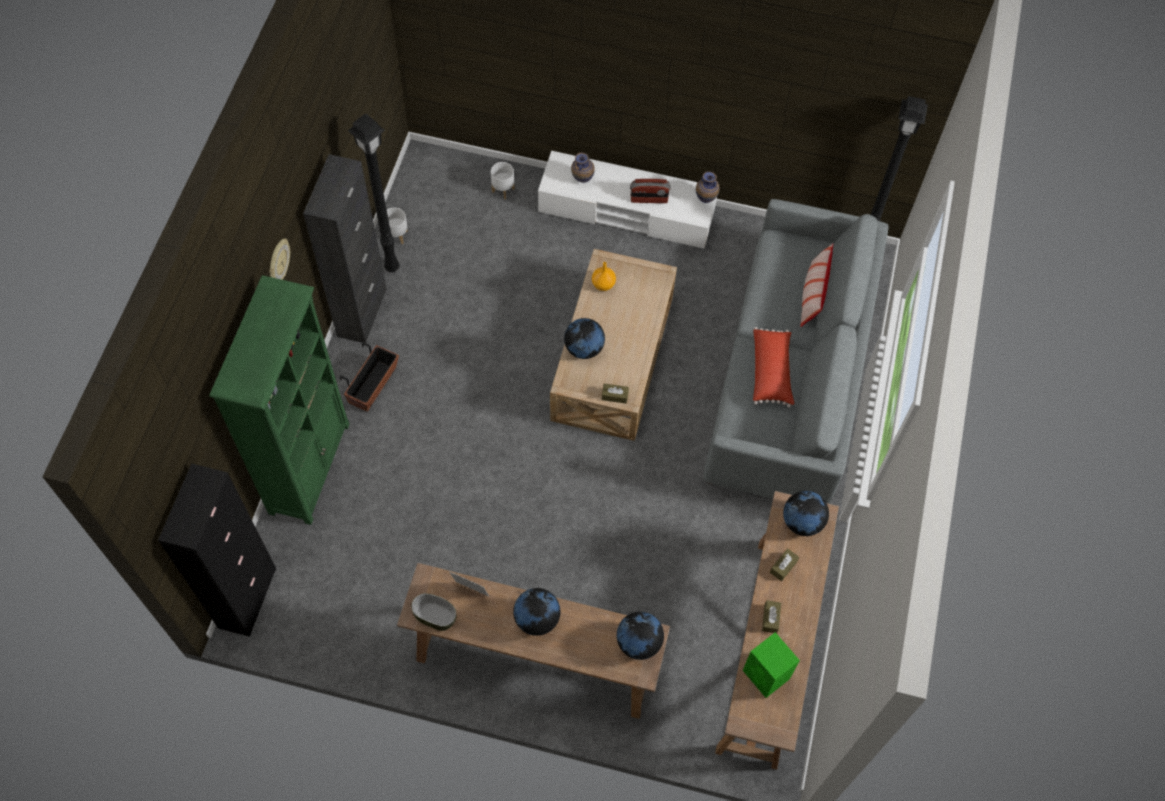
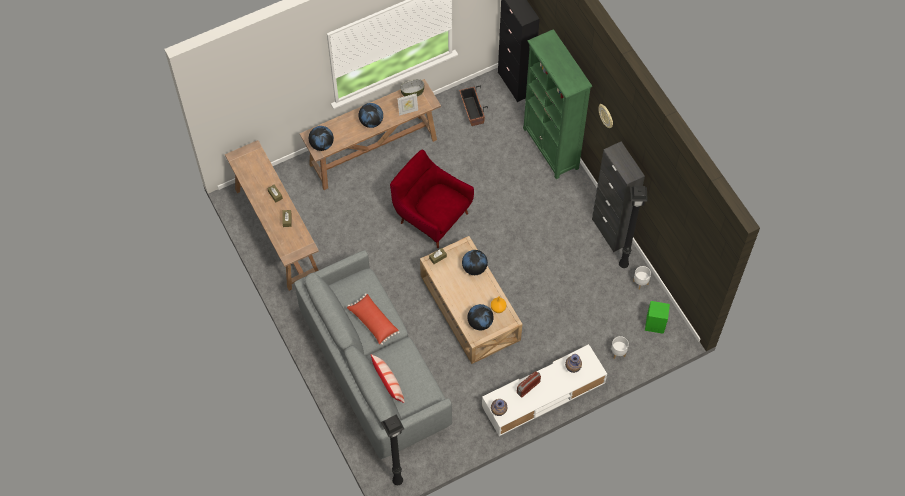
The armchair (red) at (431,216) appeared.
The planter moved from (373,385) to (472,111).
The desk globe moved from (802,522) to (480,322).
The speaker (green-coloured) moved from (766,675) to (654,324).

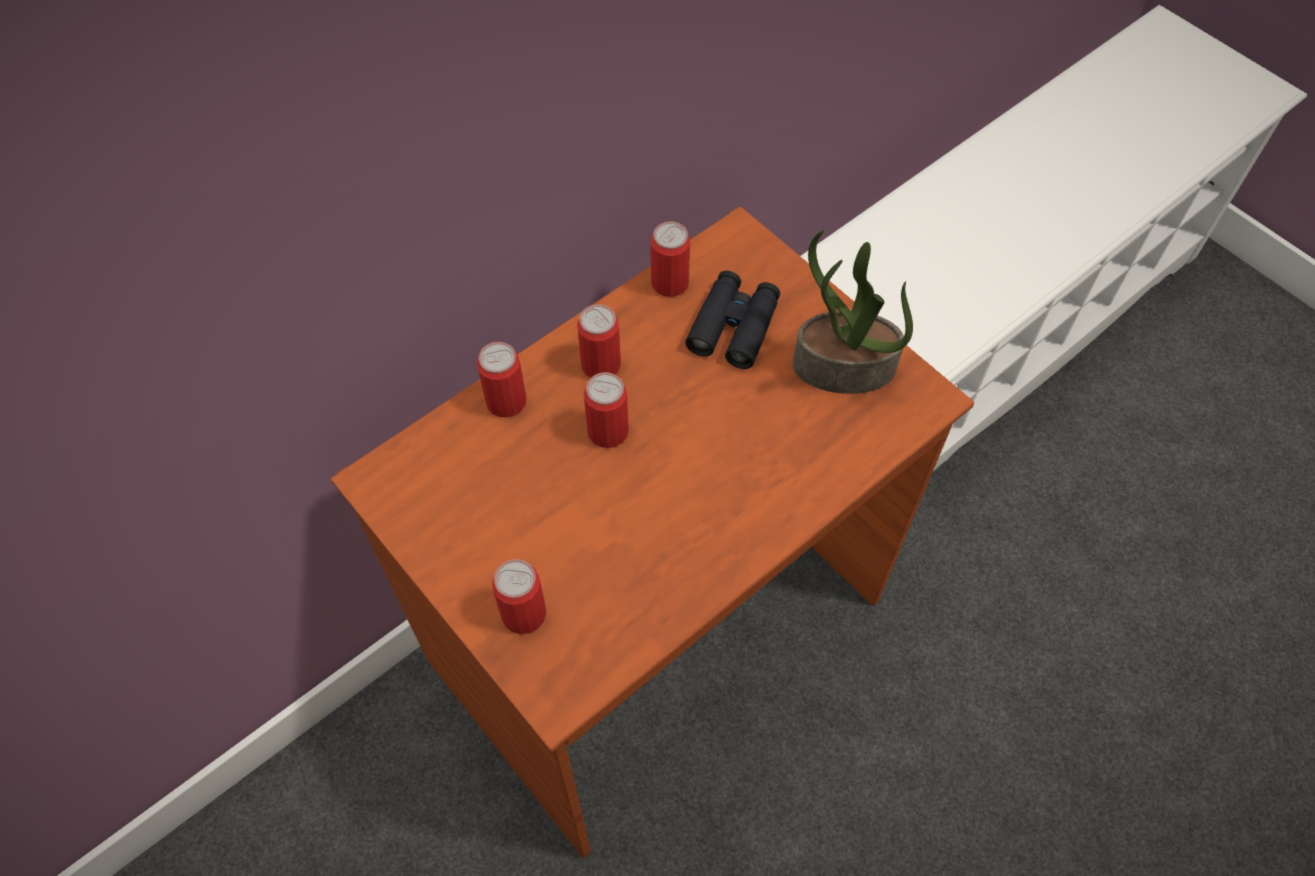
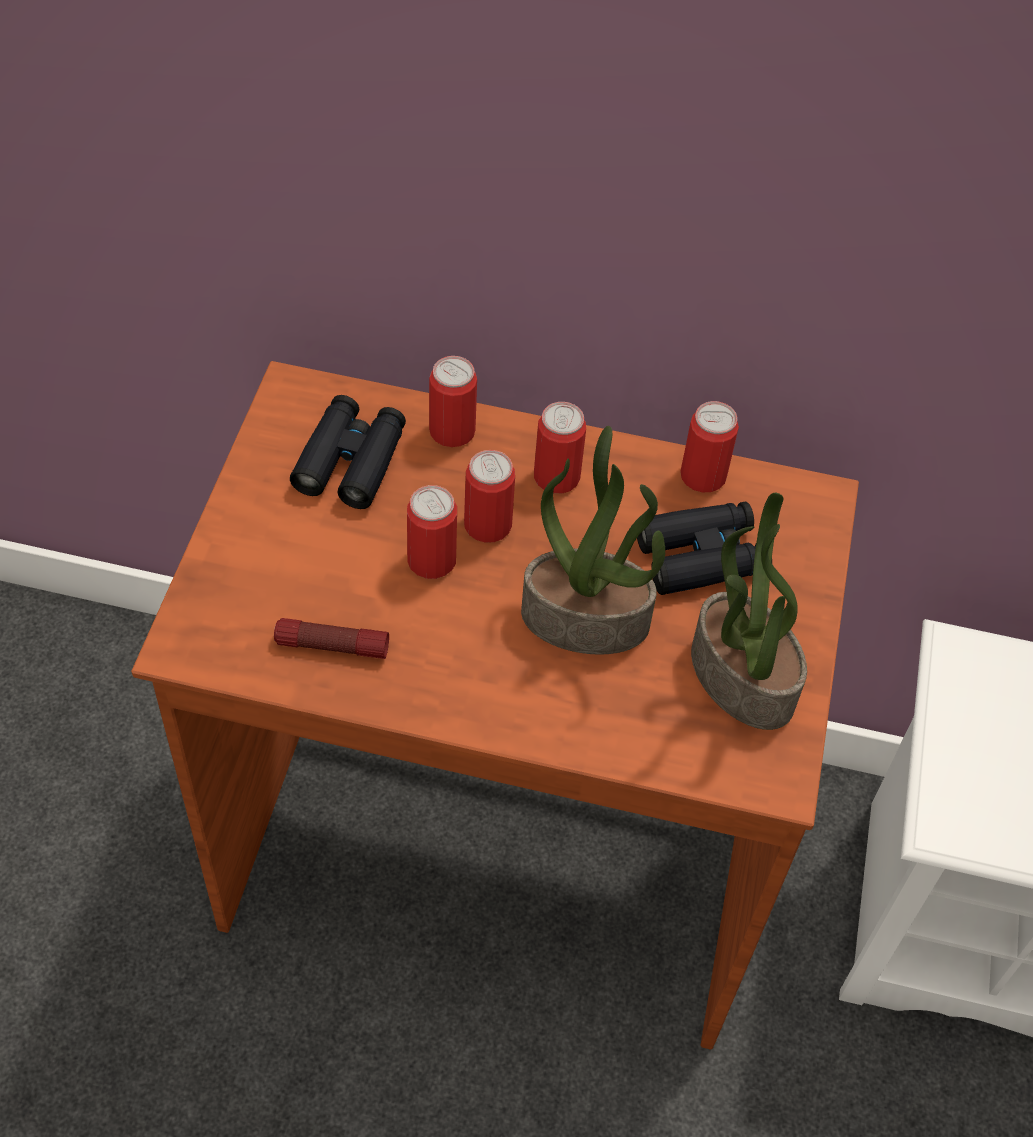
The torch at (332,646) appeared.
The pair of binoculars (blackish) at (351,461) appeared.
The metal can moved from (523,613) to (431,560).
The houseplant at (587,618) appeared.

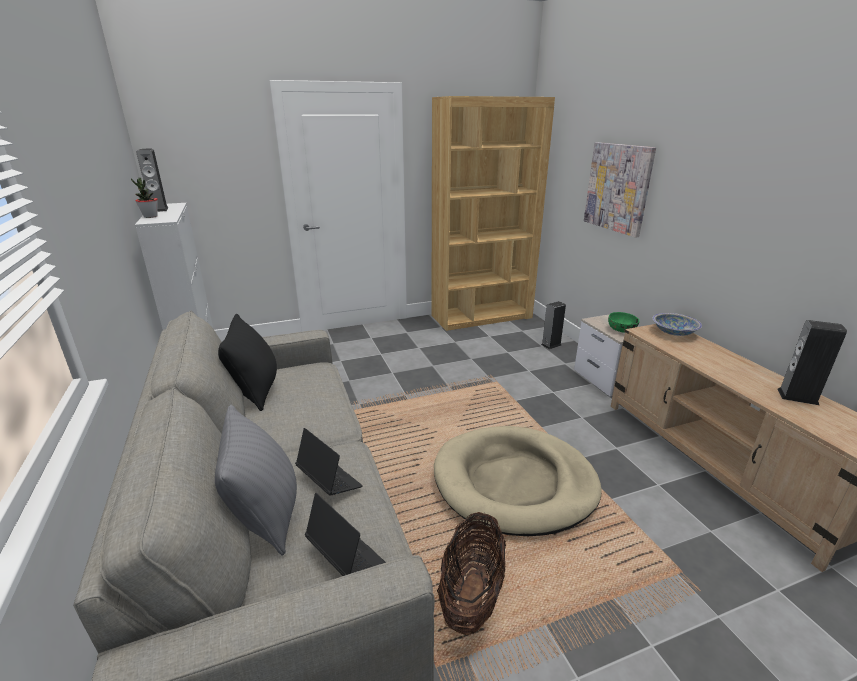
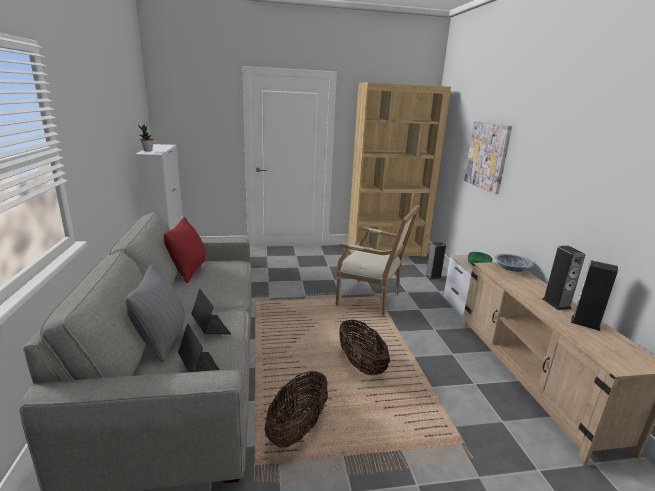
The pillow (blackish) at (255,391) became the pillow (red) at (188,271).
The armchair at (372,299) appeared.
The dog cushion (sand-coloured) at (514,483) was replaced by the storage basket at (361,364).
The speaker moved from (159,209) to (556,303).

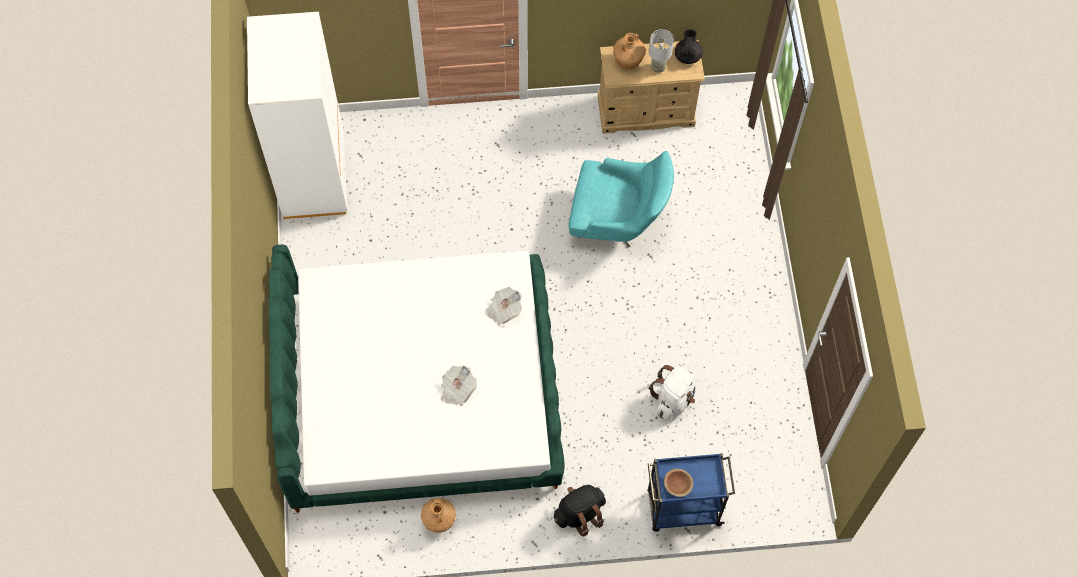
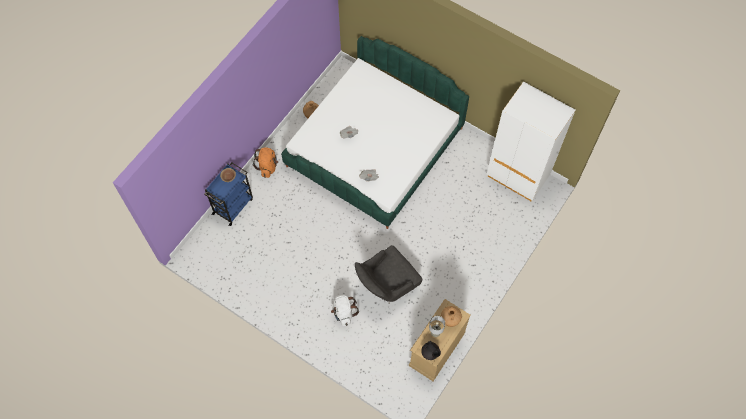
The rucksack (blackish) at (580,514) became the rucksack (orangey) at (267,167).
The rucksack (whitish) moved from (673,399) to (343,313).
The armchair (turquoise-coloured) at (617,221) became the armchair (greyish) at (386,286).

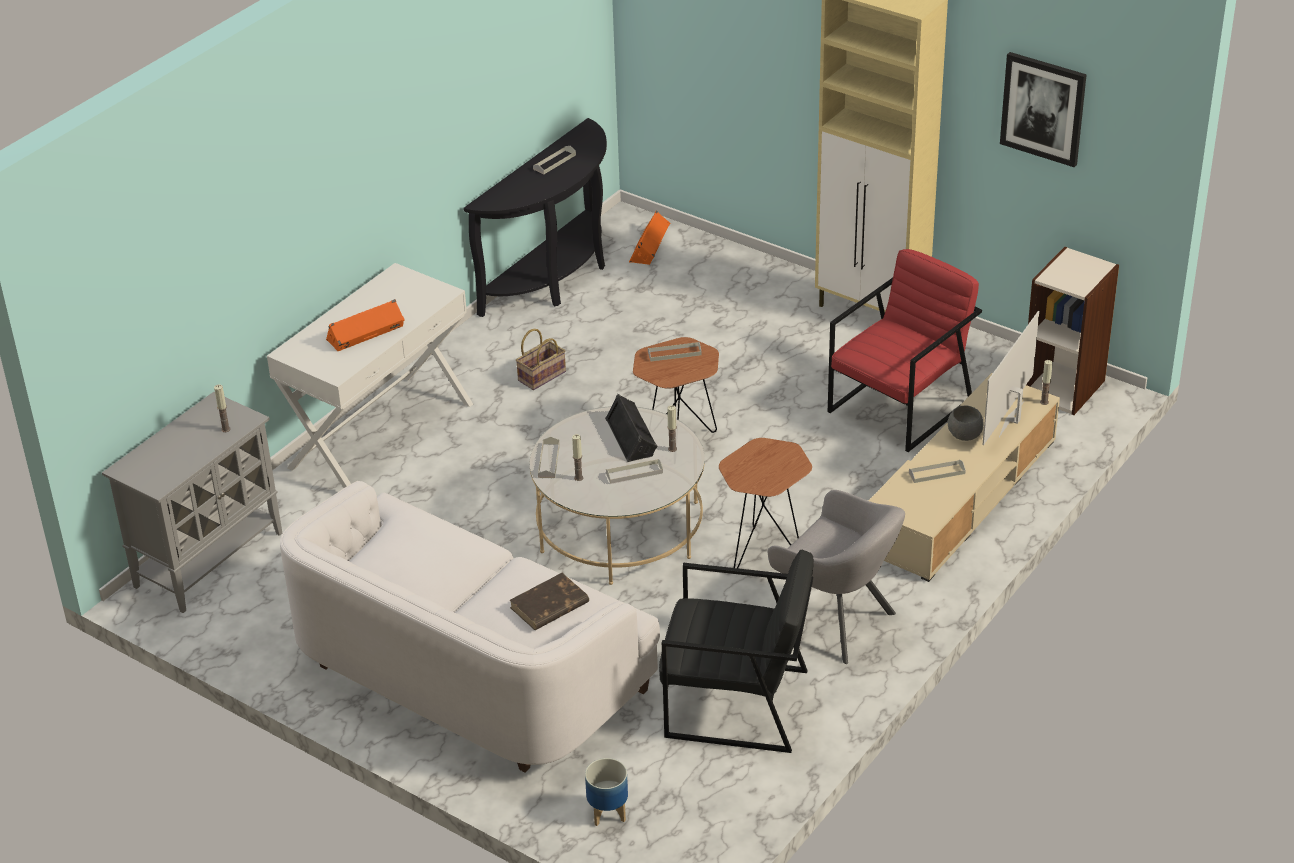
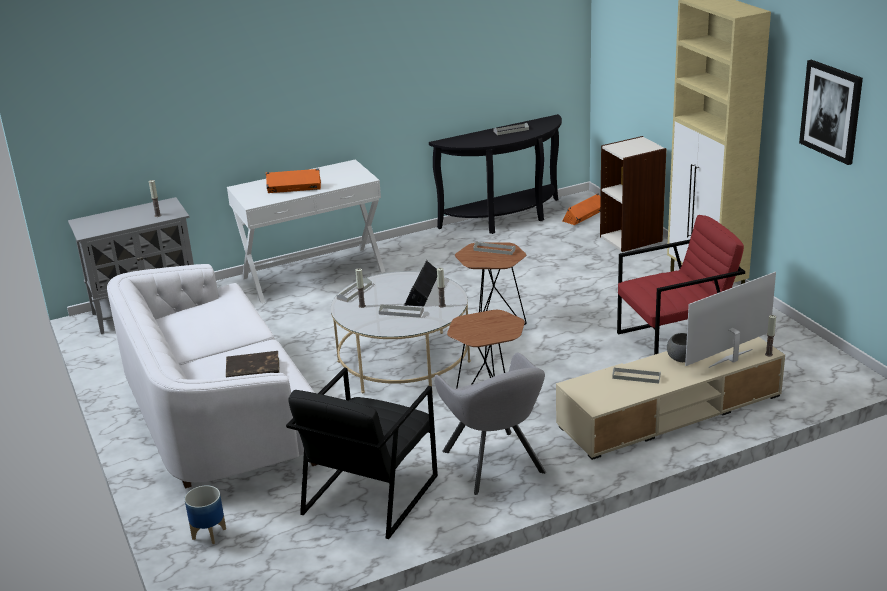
The armchair (blackish) at (736,704) turned 75 degrees clockwise.
The shelving unit moved from (1063,387) to (631,239).
The storage basket at (542,375) disappeared.

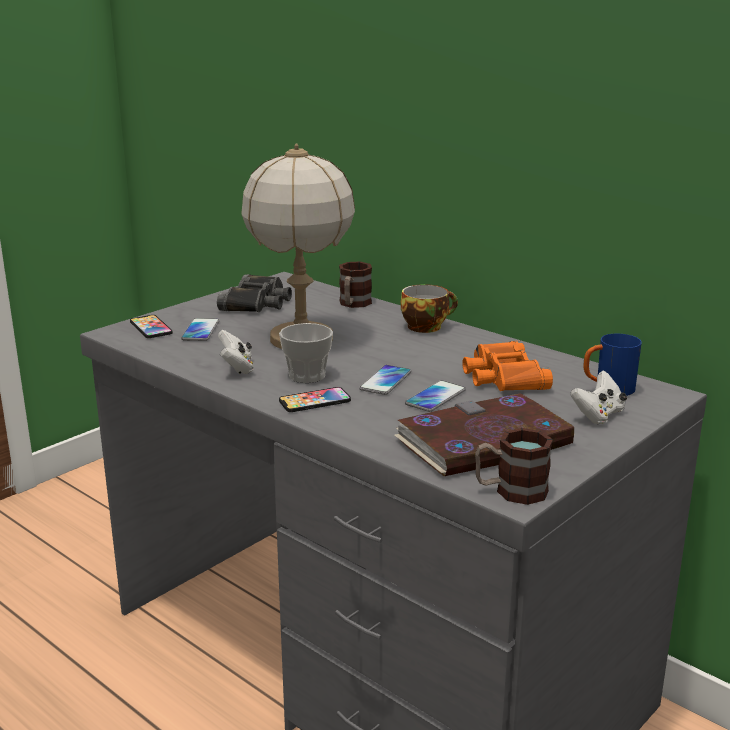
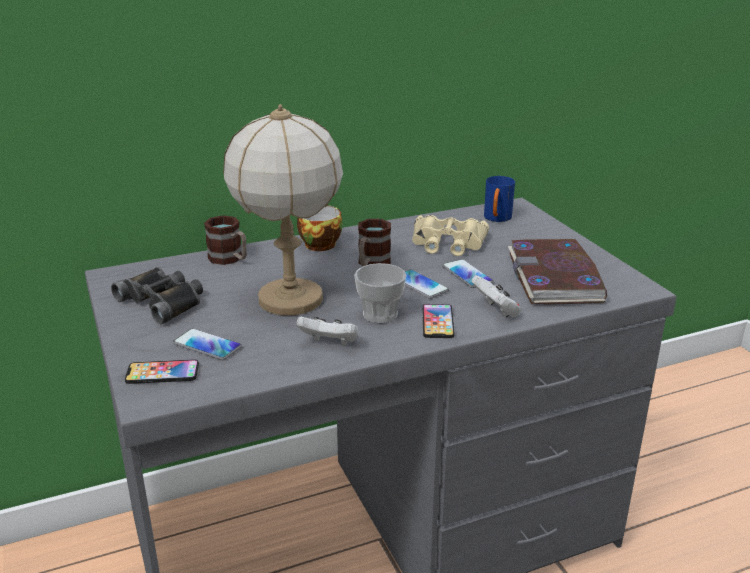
The mug moved from (511,491) to (371,263).
The pair of binoculars (orangey) at (503,377) became the pair of binoculars (sand-coloured) at (448,243).
The joypad (whitish) moved from (598,415) to (496,311).

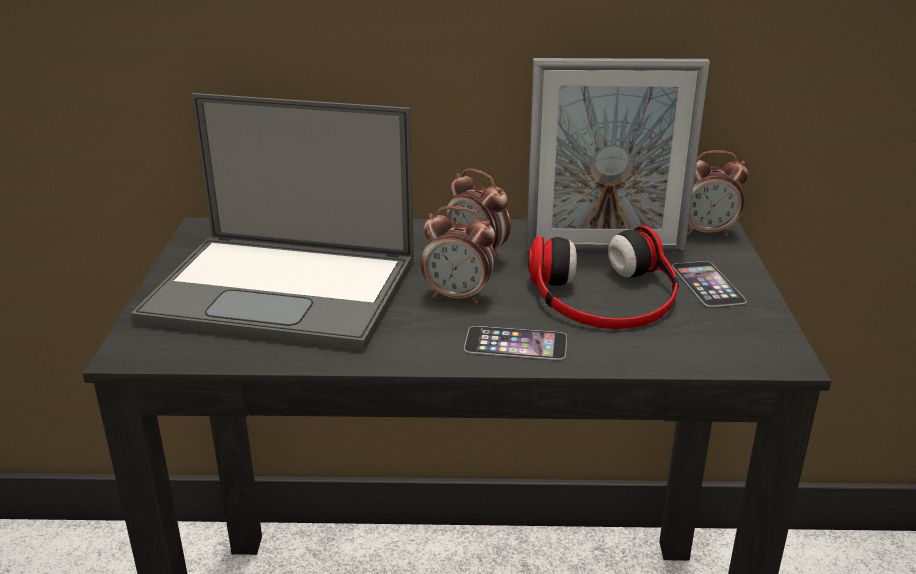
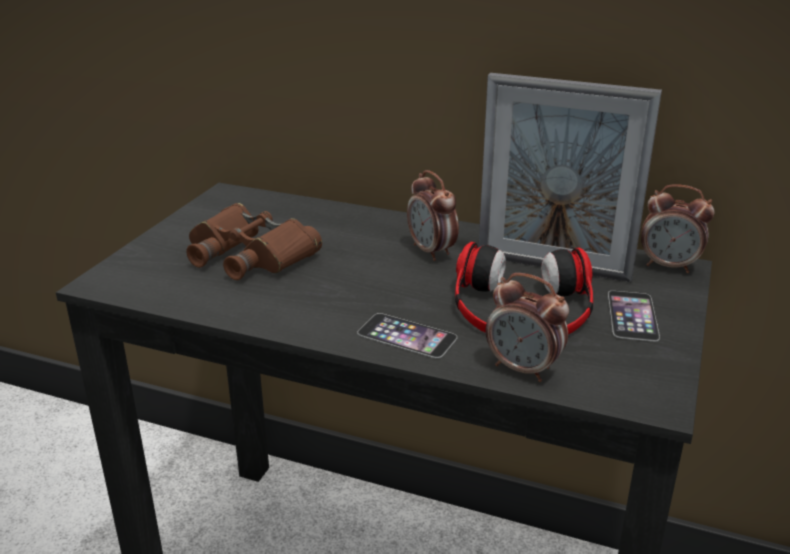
The portable computer at (286,290) was replaced by the pair of binoculars (brown-coloured) at (249,255).
The alarm clock moved from (458,296) to (523,369).

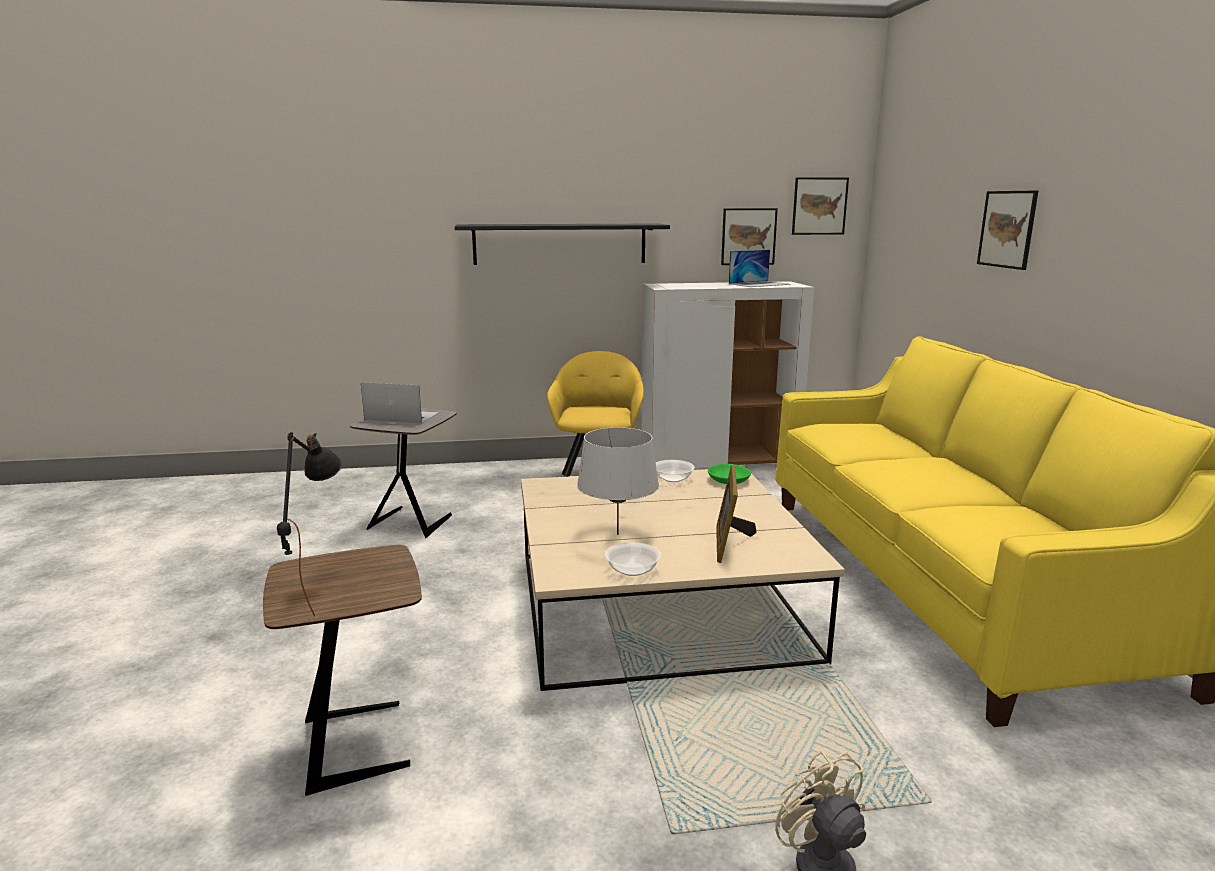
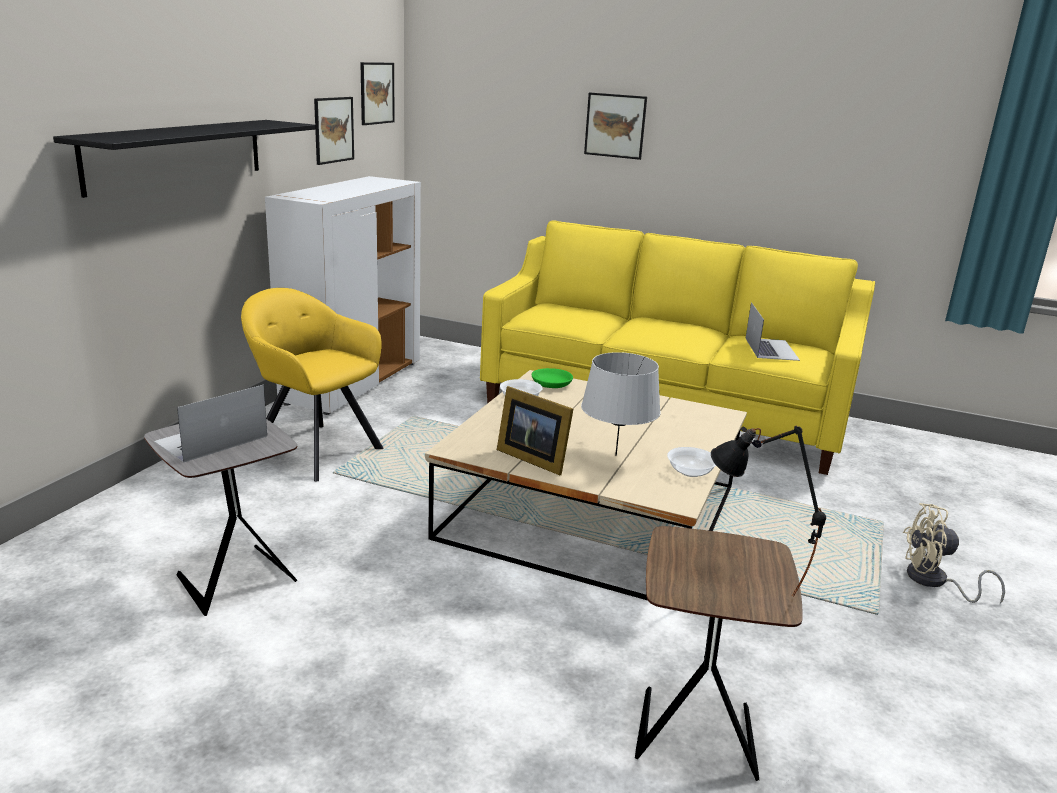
The picture frame moved from (729,543) to (532,458).
The portable computer moved from (759,284) to (771,349).

